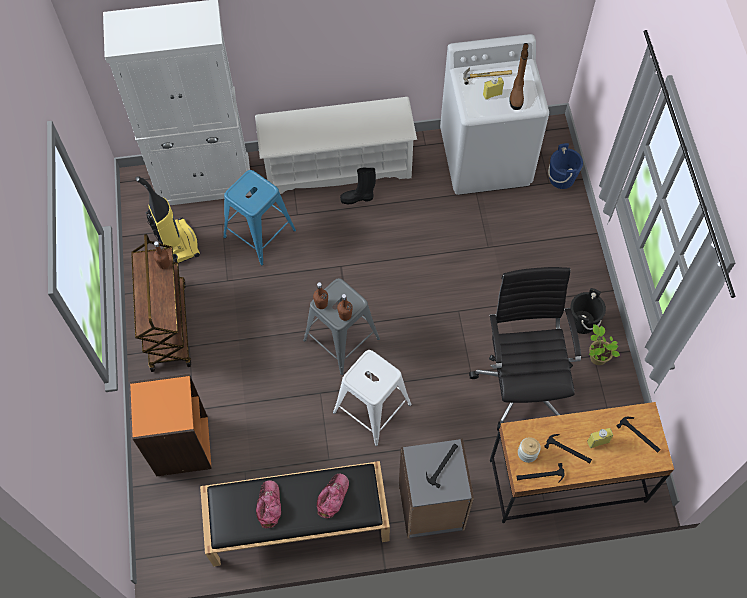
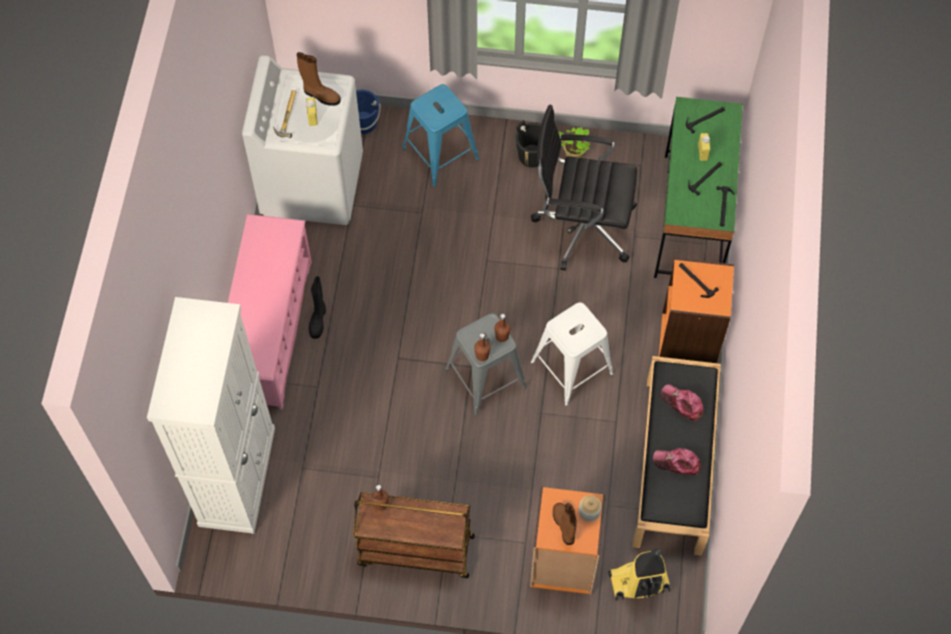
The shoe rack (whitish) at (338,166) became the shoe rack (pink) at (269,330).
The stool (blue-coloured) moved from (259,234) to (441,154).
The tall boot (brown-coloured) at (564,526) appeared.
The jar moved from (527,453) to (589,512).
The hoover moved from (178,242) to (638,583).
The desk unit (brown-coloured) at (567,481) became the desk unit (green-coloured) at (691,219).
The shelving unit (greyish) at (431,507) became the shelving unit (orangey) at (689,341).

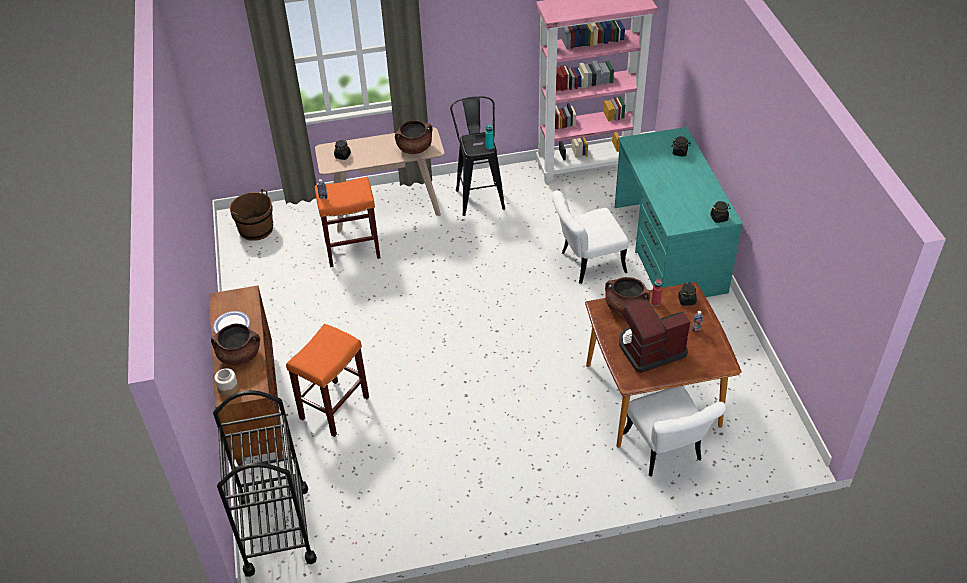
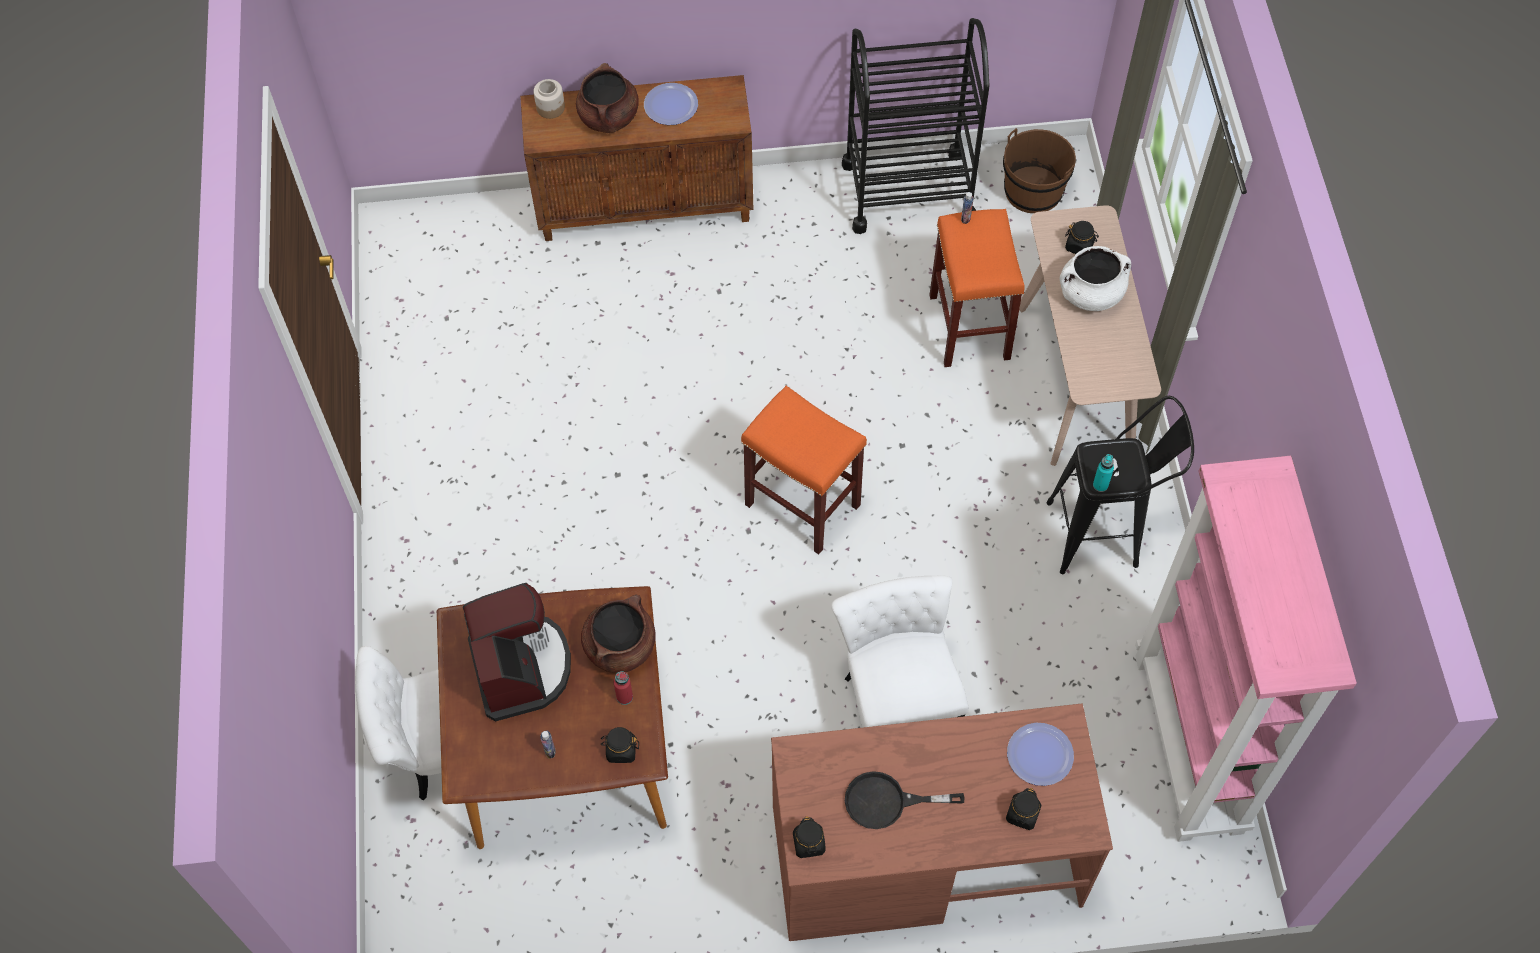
The stool (orangey) moved from (334,407) to (804,505).
The desk unit (turquoise-coloured) at (668,248) became the desk unit (brown-coloured) at (924,854).
The wheeled cart (blackish) moved from (276,530) to (907,191).
The frying pan (blackish) at (887,802) appeared.
The plate at (1040,755) appeared.
The saucepot (whitish) at (1090,294) appeared.
The saucepot (brown-coloured) at (414,148) disappeared.

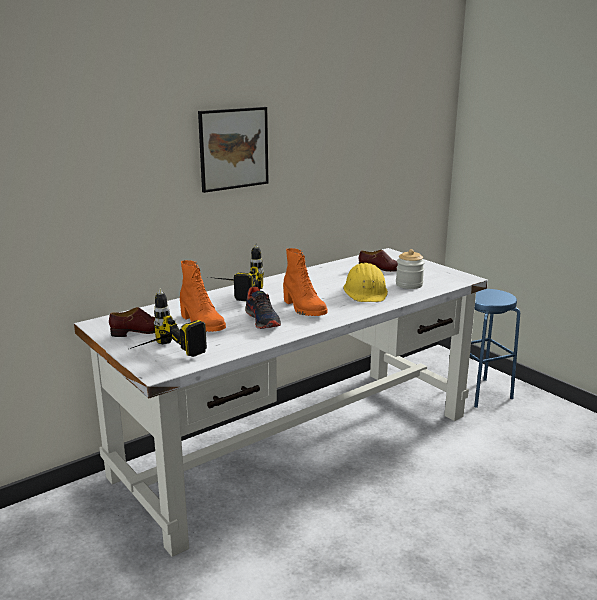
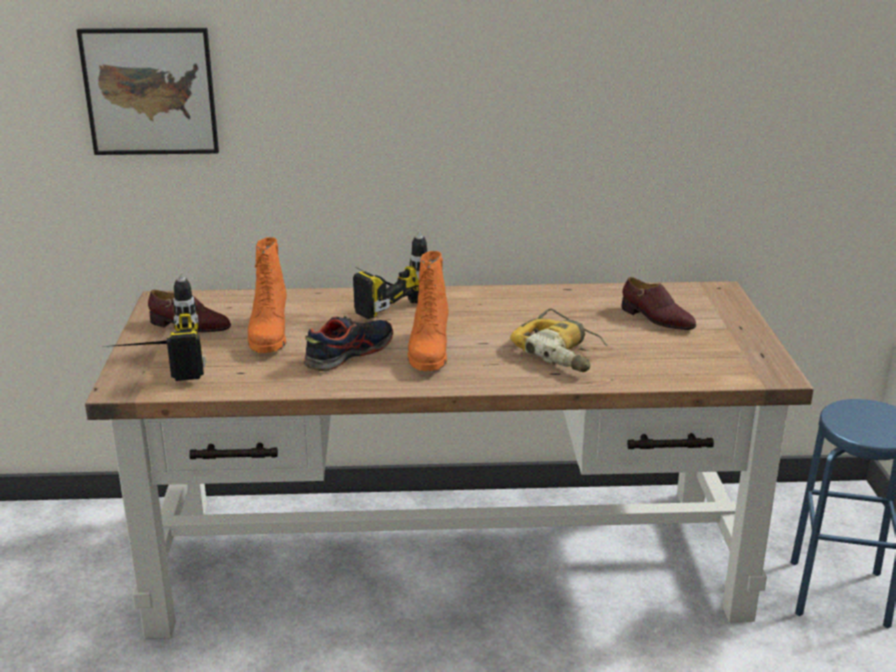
The wall picture moved from (234,148) to (150,91).
The desk unit (whitish) at (299,443) became the desk unit (brown-coloured) at (450,558).
The low shoe at (263,320) turned 150 degrees counterclockwise.
The safety helmet (yellow-coloured) at (366,292) was replaced by the power drill at (562,352).
The jar at (409,285) disappeared.

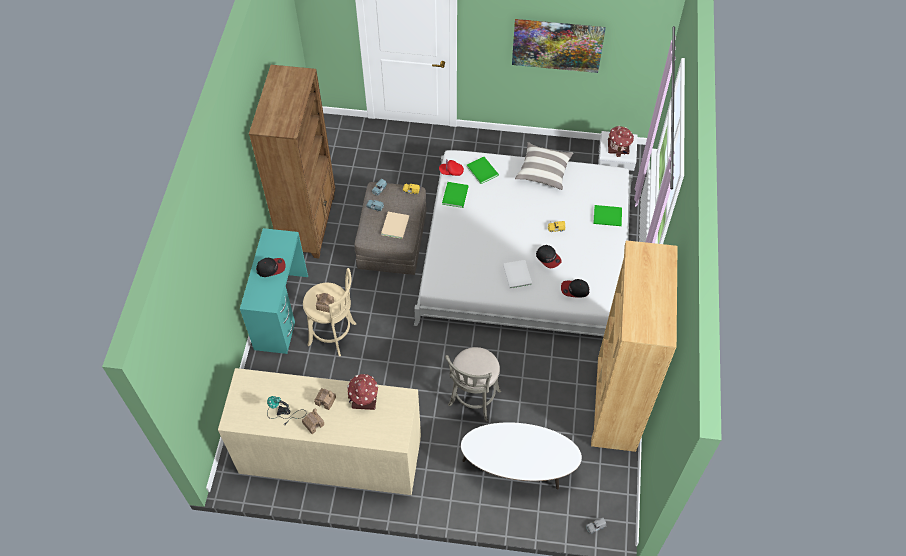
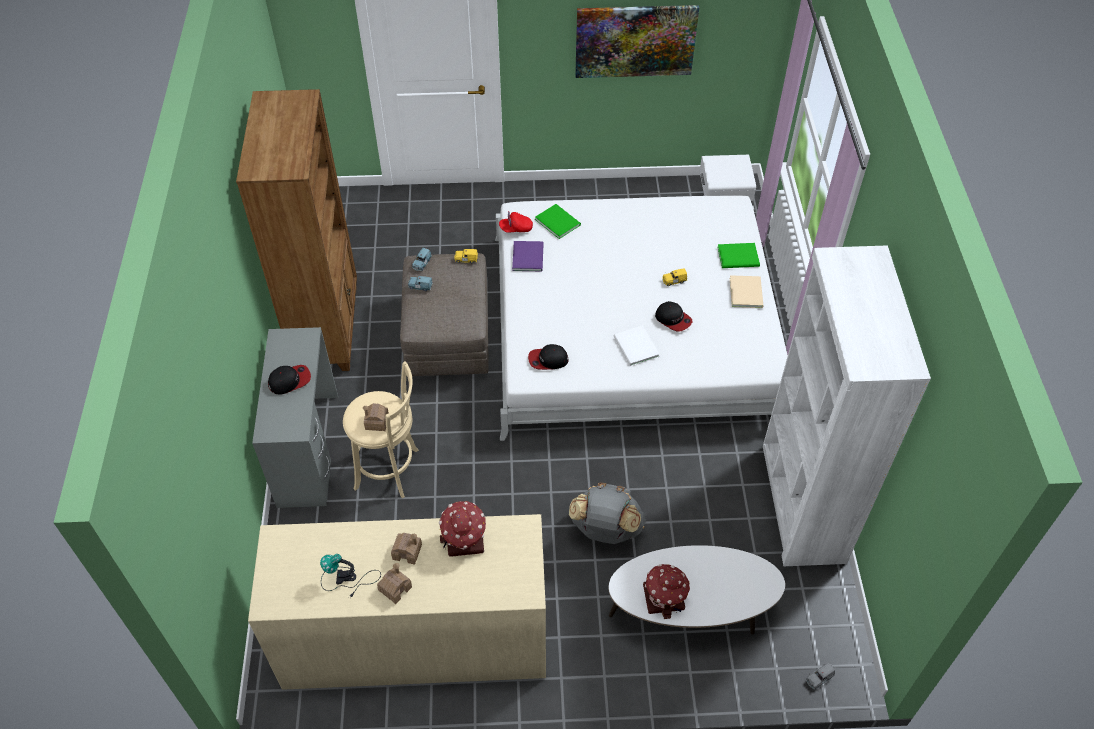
The desk unit (turquoise-coloured) at (281,312) became the desk unit (greyish) at (307,449).
The book (green-coloured) at (456,195) became the book (purple) at (529,256).
The cap moved from (574,290) to (548,360).
The stool (greyish) at (473,400) was replaced by the rucksack (greyish) at (605,529).
The model house moved from (618,147) to (664,597).
The book (sand-coloured) moved from (396,225) to (747,292).
The shelving unit (brown-coloured) at (615,403) became the shelving unit (whitish) at (801,503).
The pillow at (543,171) disappeared.

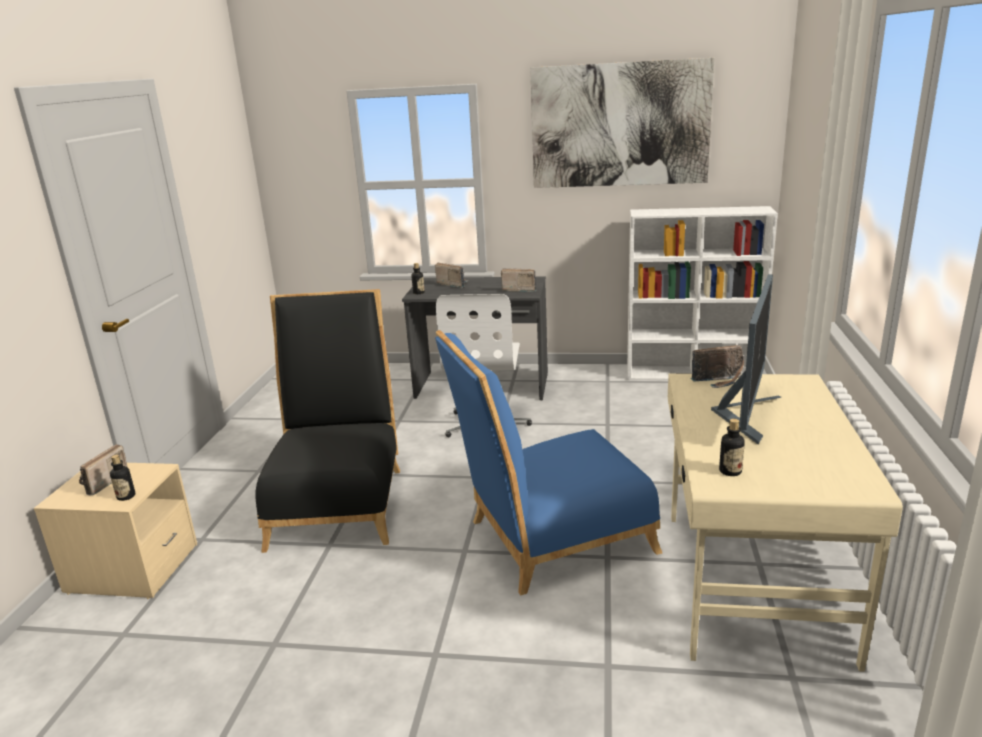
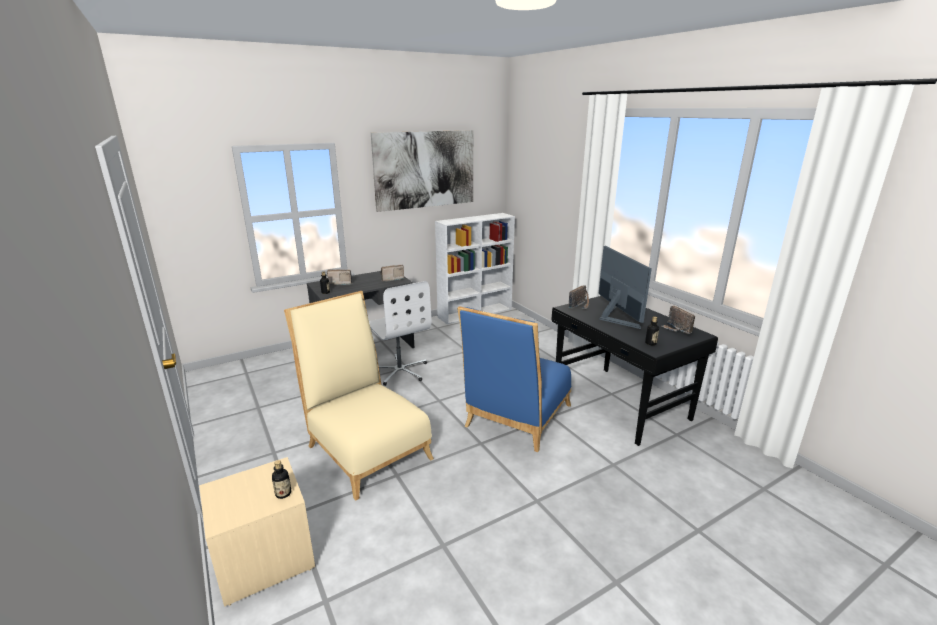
The plain chair (blackish) at (339,501) became the plain chair (sand-coloured) at (365,448).
The desk unit (sand-coloured) at (751,584) became the desk unit (blackish) at (619,403).
The radio set moved from (101,483) to (676,329).

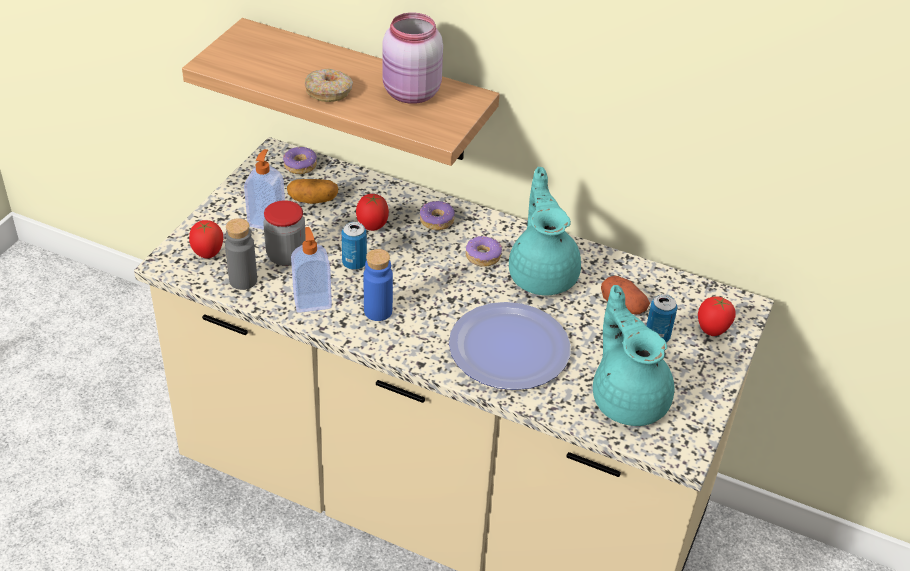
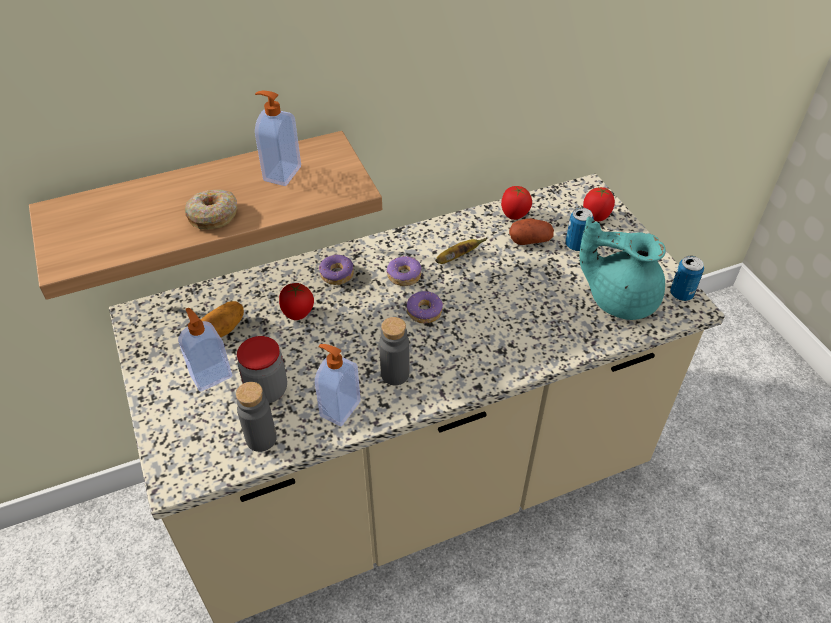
The jar (pink) at (410,94) was replaced by the soap bottle at (281,173).
The drink bottle (blue-coloured) at (378,311) became the drink bottle (greyish) at (395,374).
The ring doughnut moved from (300,166) to (425,312).
The pot for tea (turquoise-coloured) at (543,274) was replaced by the banana fruit at (457,257).
The tomato moved from (207,254) to (514,216).
The metal can moved from (354,263) to (681,294).
The plate at (509,348) disappeared.

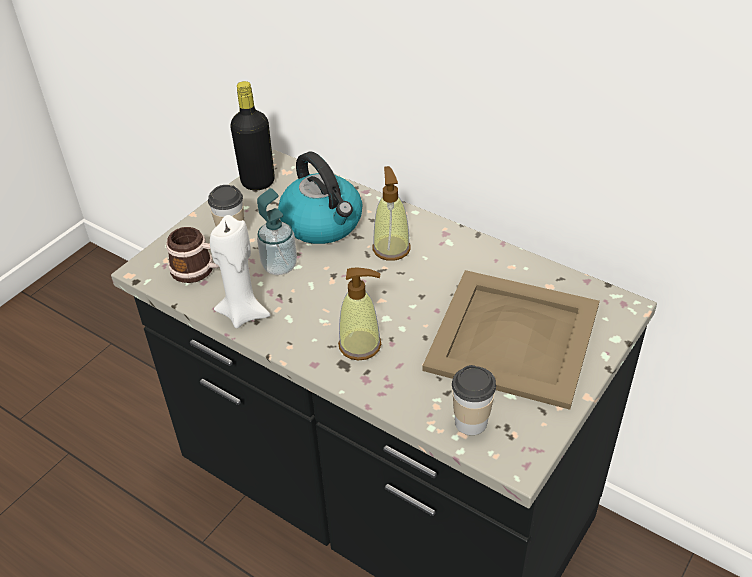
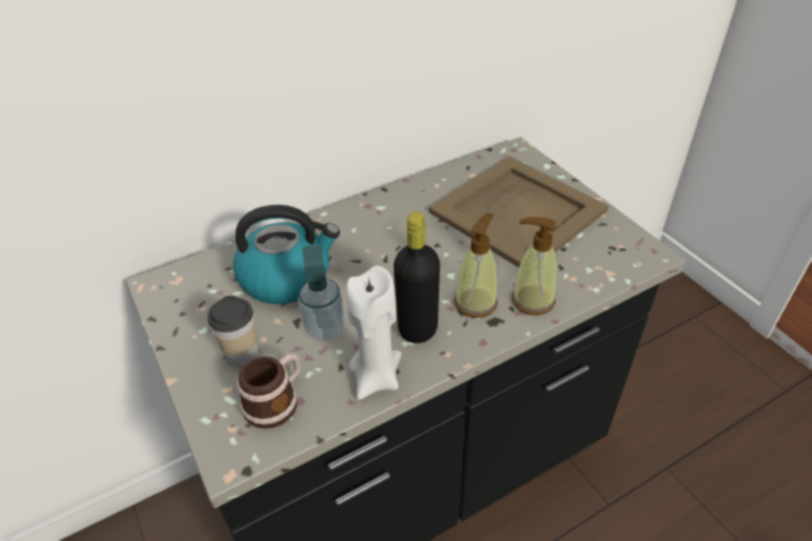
The drink bottle (blackish) moved from (258,182) to (417,328).
The soap bottle moved from (391,248) to (532,300).
The small cup at (471,422) disappeared.

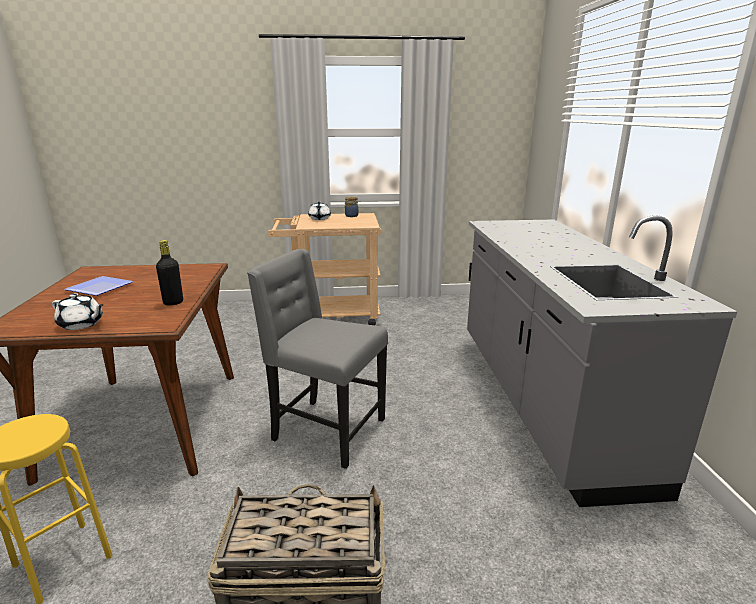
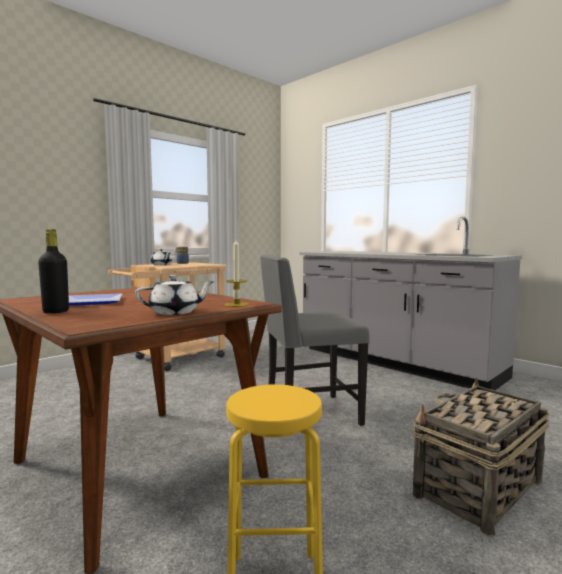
The drink bottle (blackish) moved from (173,302) to (56,312).
The wax candle at (236,304) appeared.

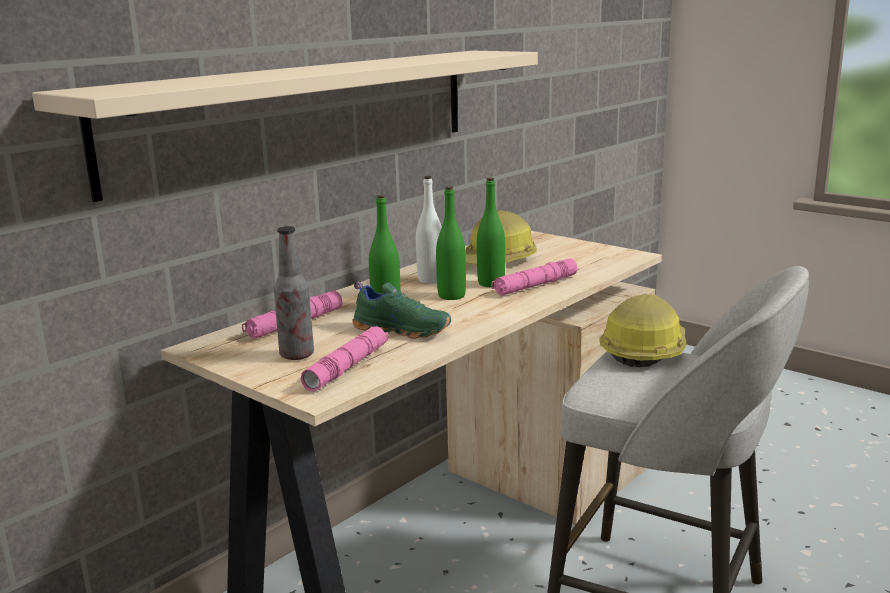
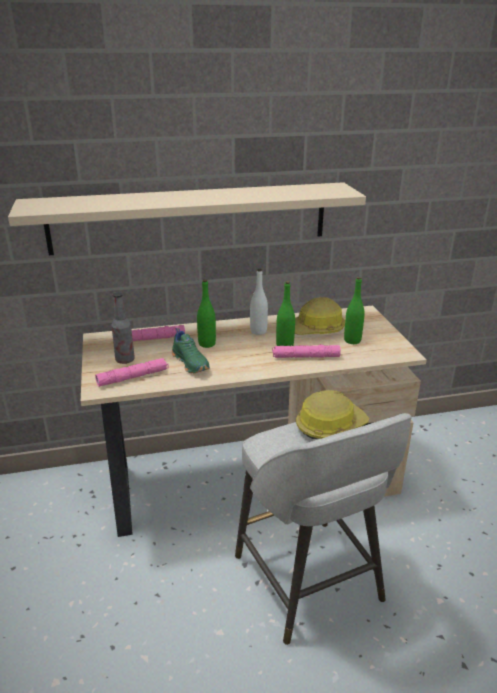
The drink bottle (green-coloured) moved from (451,296) to (352,340).

